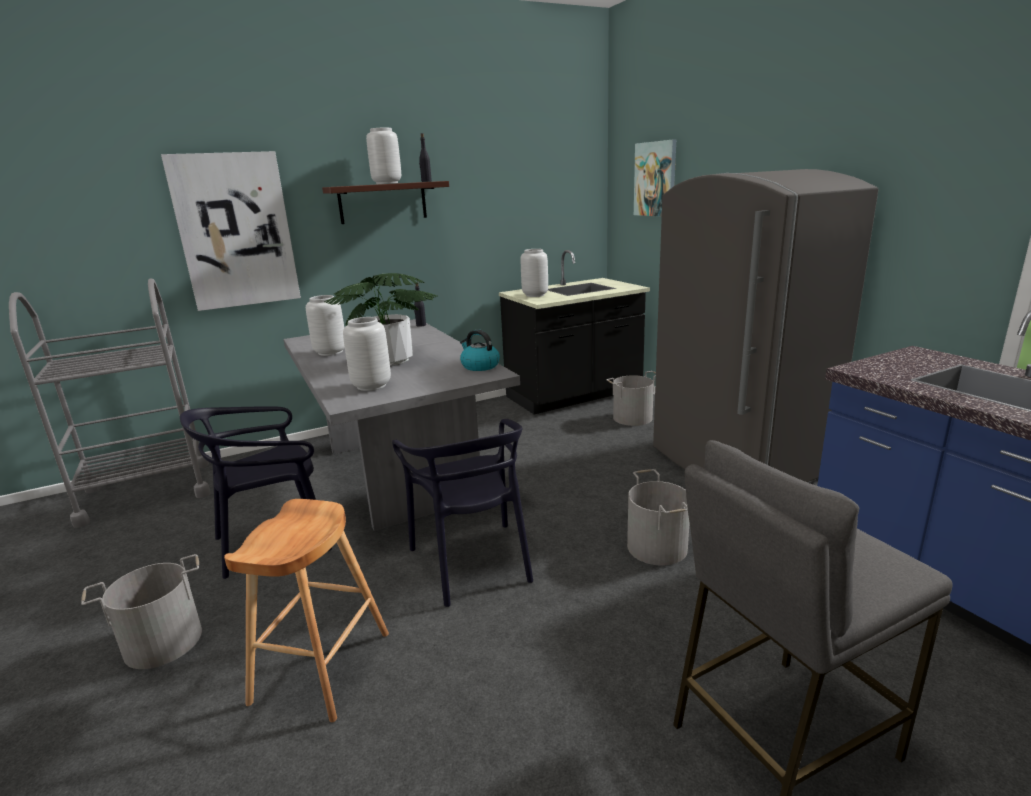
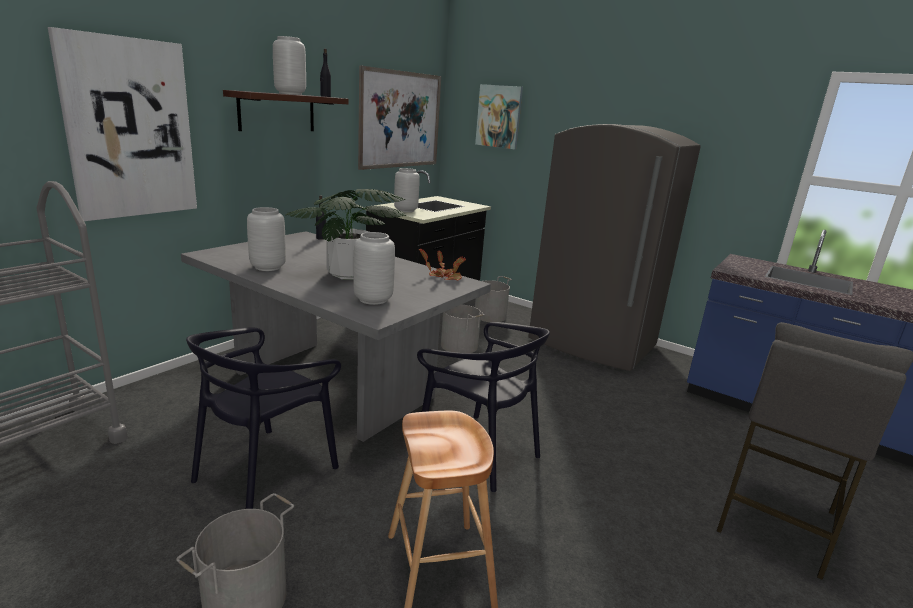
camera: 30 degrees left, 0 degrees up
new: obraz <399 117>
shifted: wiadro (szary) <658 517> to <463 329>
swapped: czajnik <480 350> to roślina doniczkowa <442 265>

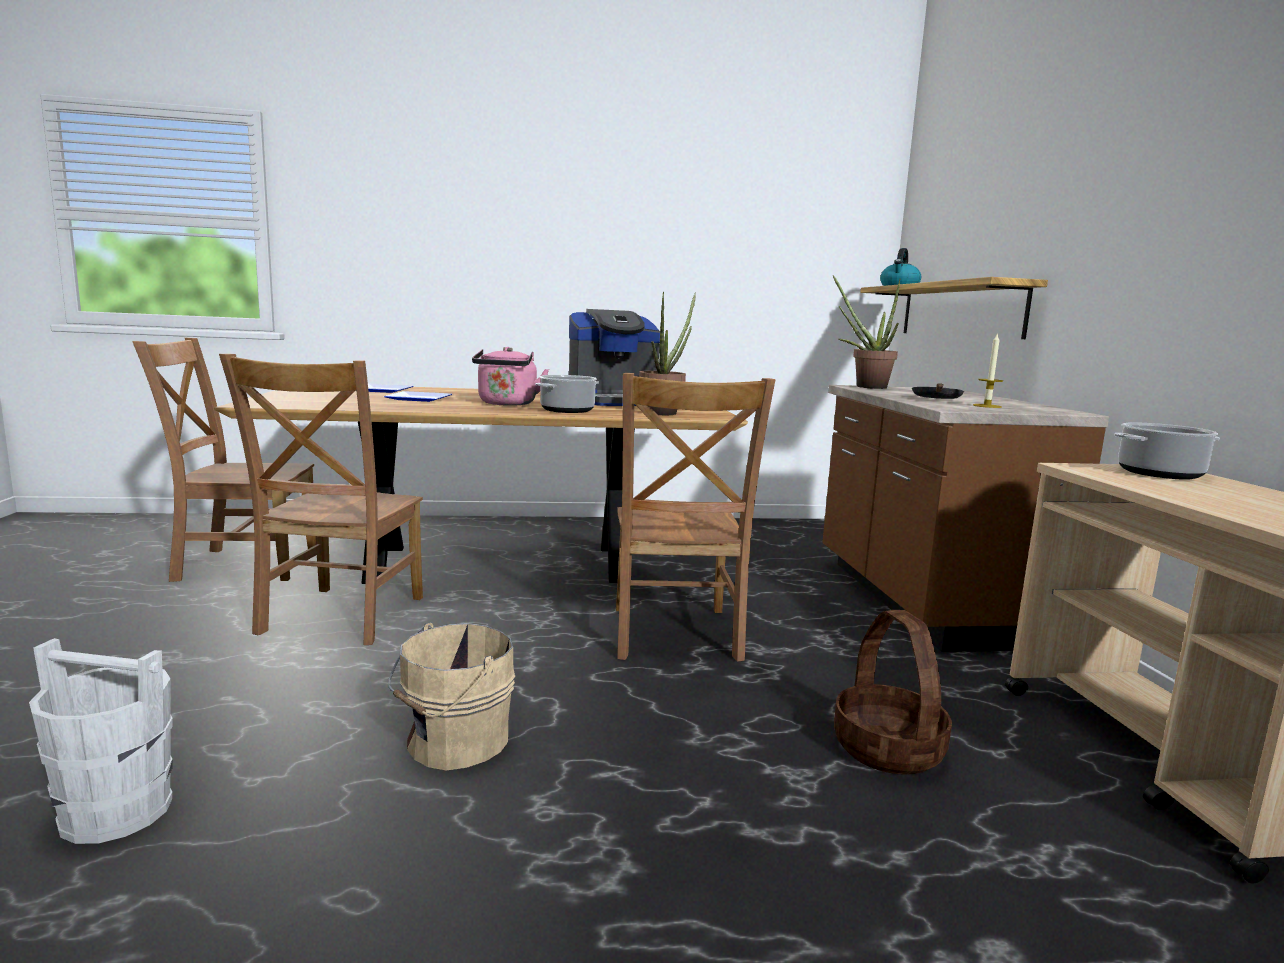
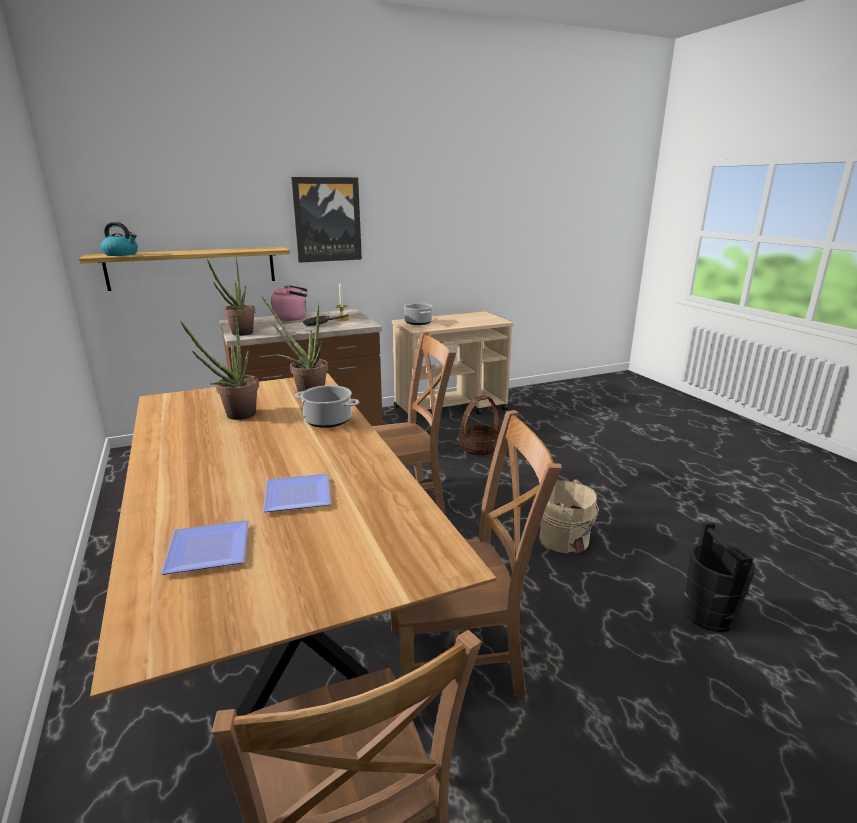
camera: 105 degrees left, 10 degrees up
new: obraz <326 220>
shifted: czajnik (różowy) <510 376> to <289 303>
swapped: ekspres do kawy <614 357> to roślina doniczkowa <219 365>
repainted: wiadro (biały) <101 741> to wiadro (czarny) <719 577>

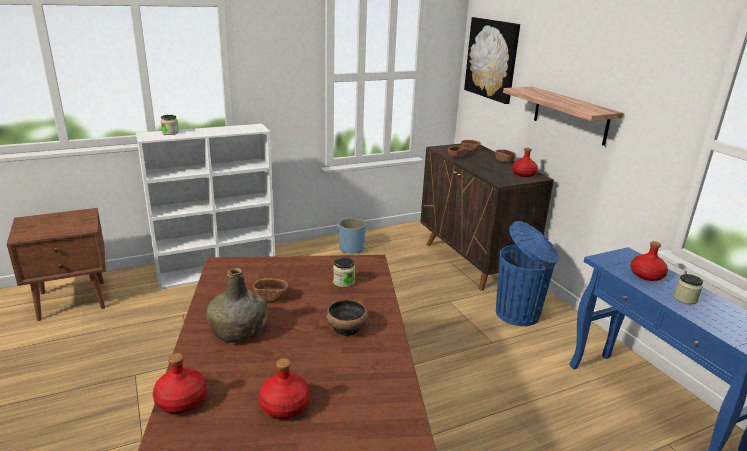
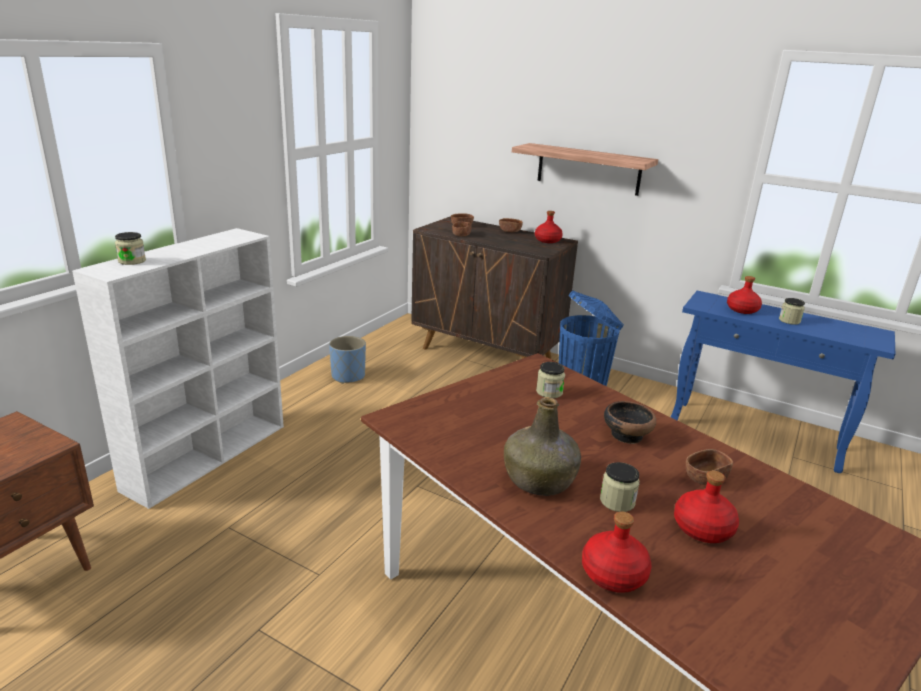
camera: 35 degrees left, 0 degrees up
gone: obraz <492 60>
new: słoik <620 487>
shifted: miska (brązowy) <270 290> to <709 467>

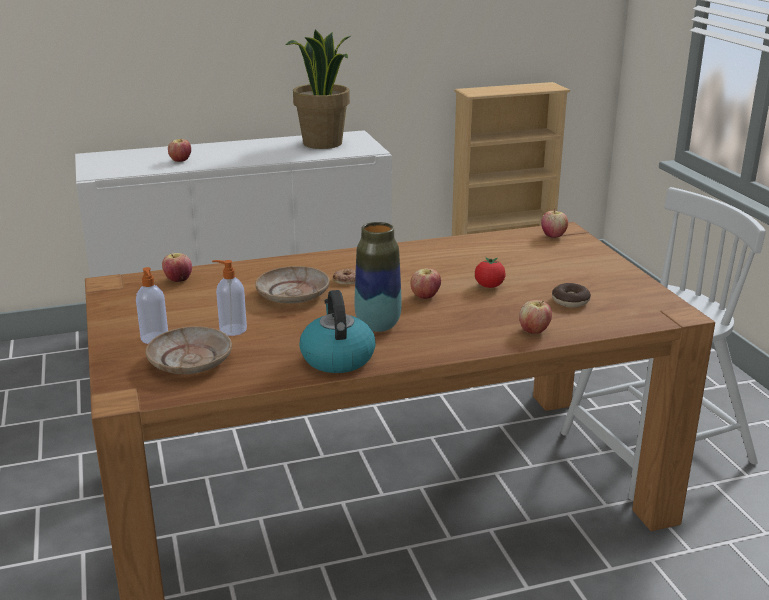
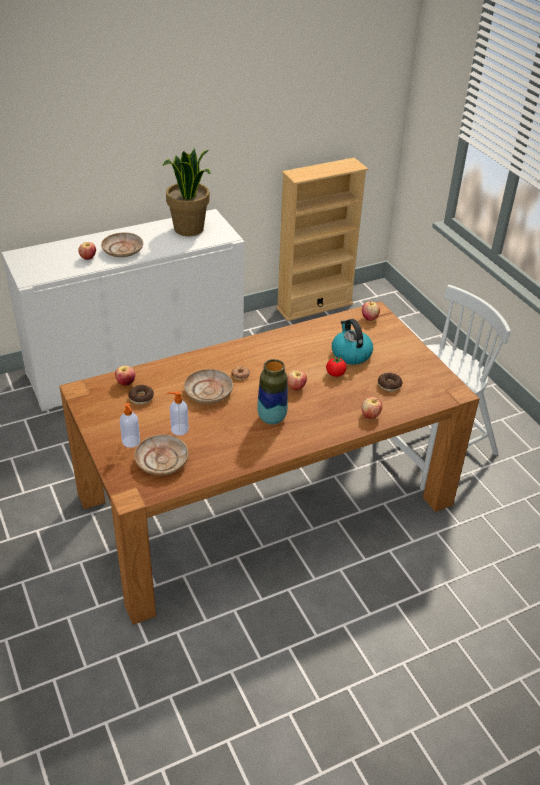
camera: 10 degrees left, 15 degrees up
new: talerz (beżowy) <122 244>; donut <141 395>
shifted: czajnik <337 331> to <352 341>

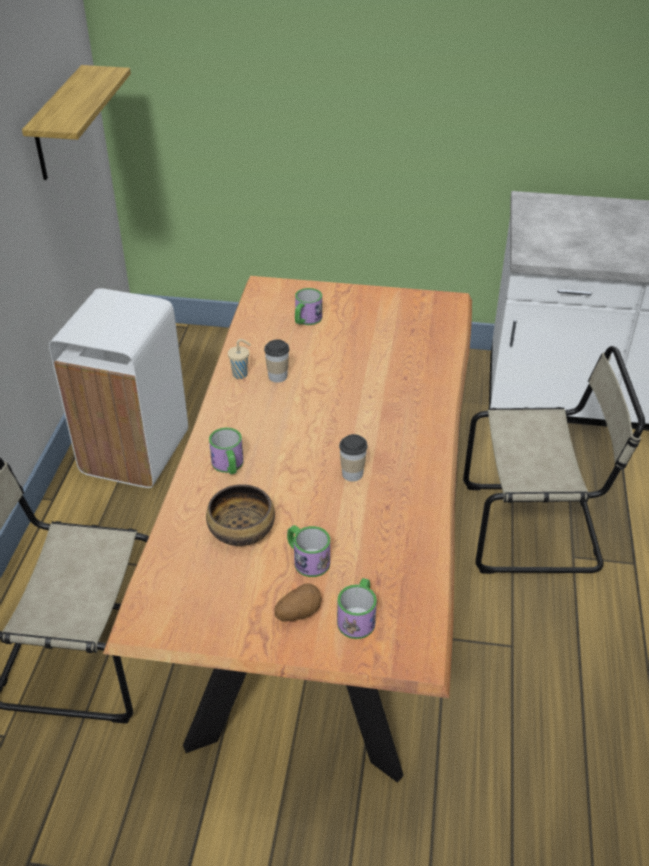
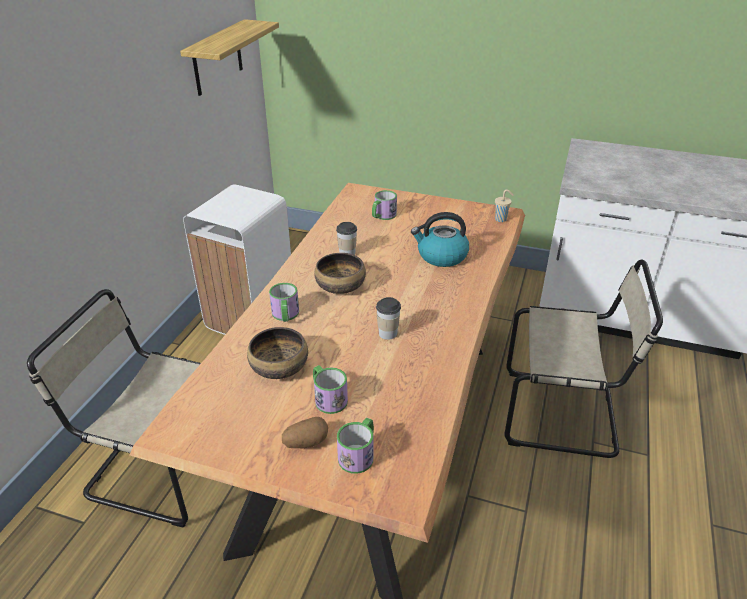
camera: 10 degrees right, 5 degrees down
new: miska <340 273>; czajnik <440 239>
shifted: filiżanka (beżowy) <239 359> to <504 205>

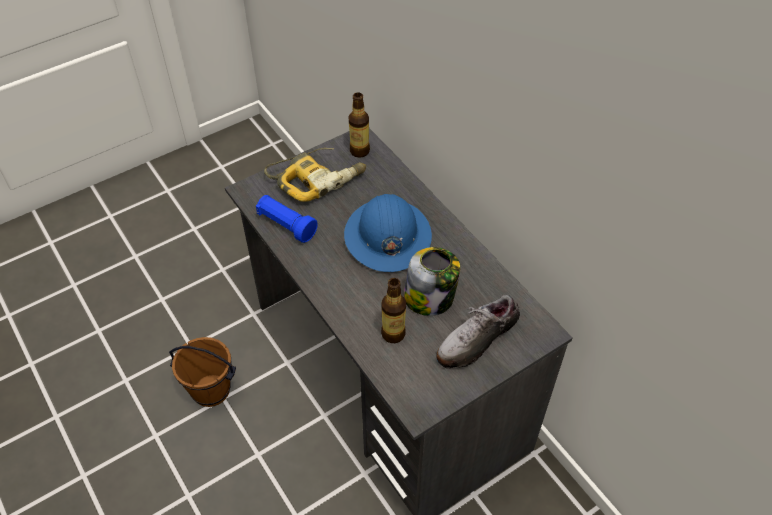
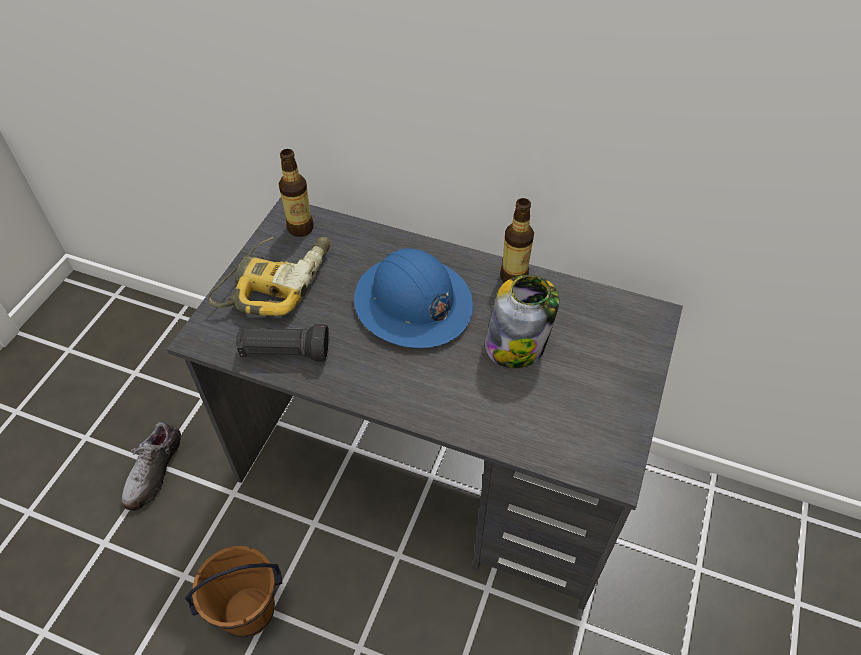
camera: 35 degrees left, 0 degrees up
shifted: butelka <393 310> to <517 240>; but <478 332> to <151 466>
repainted: latarka (niebieski) <287 219> to latarka (czarny) <282 343>

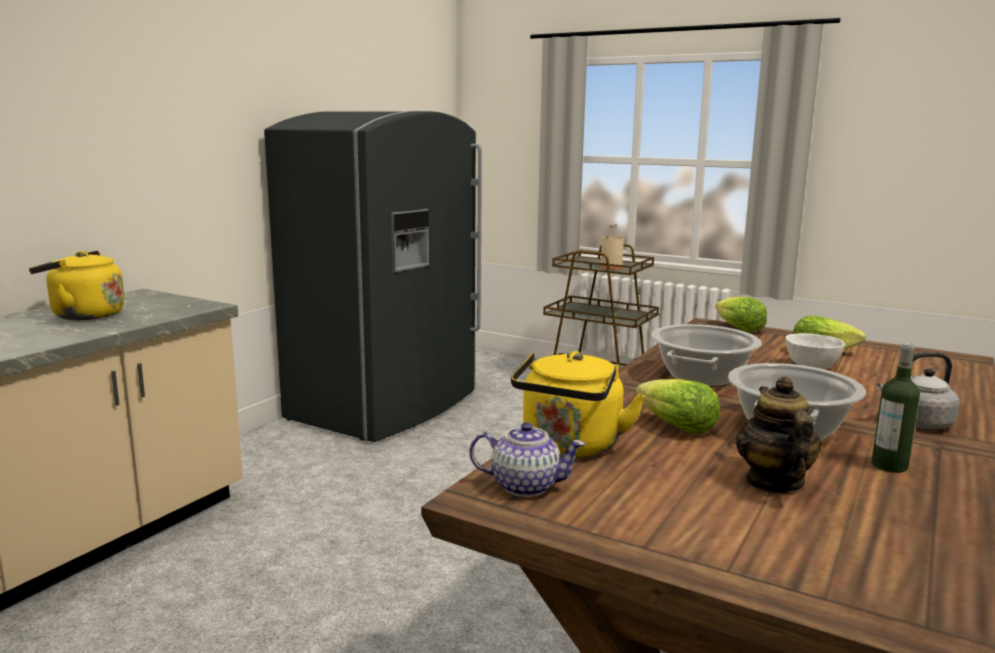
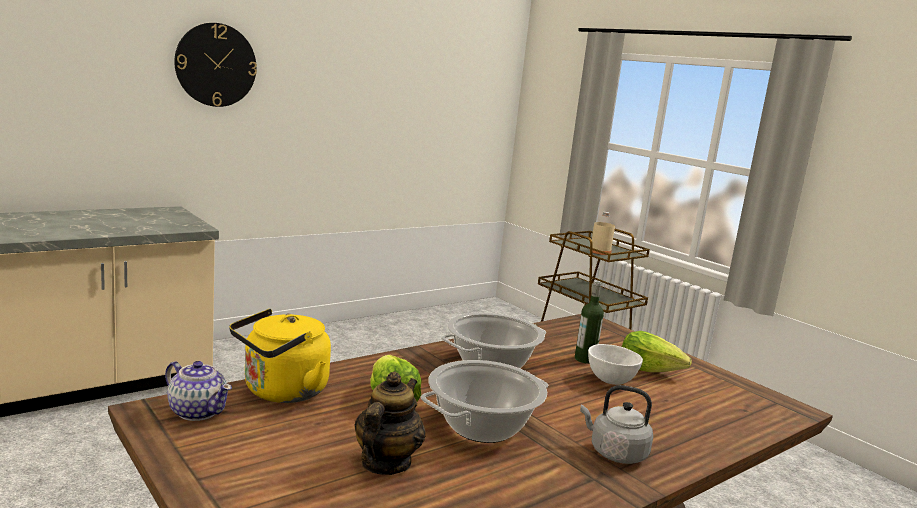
camera: 20 degrees right, 0 degrees up
gone: czajnik (żółty) <77 285>; lodówka (szary) <373 276>; sałata <741 314>
new: zegar ścienny <215 65>
shifted: butelka <896 408> to <589 322>

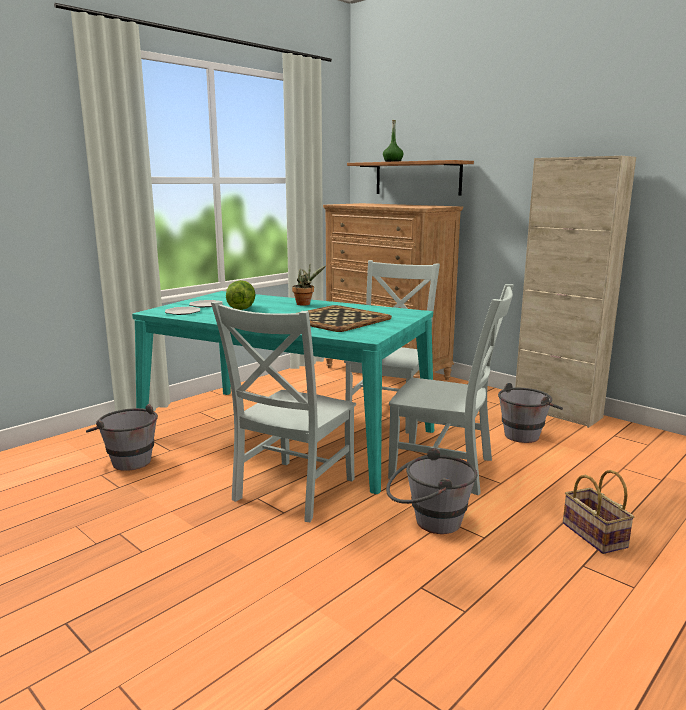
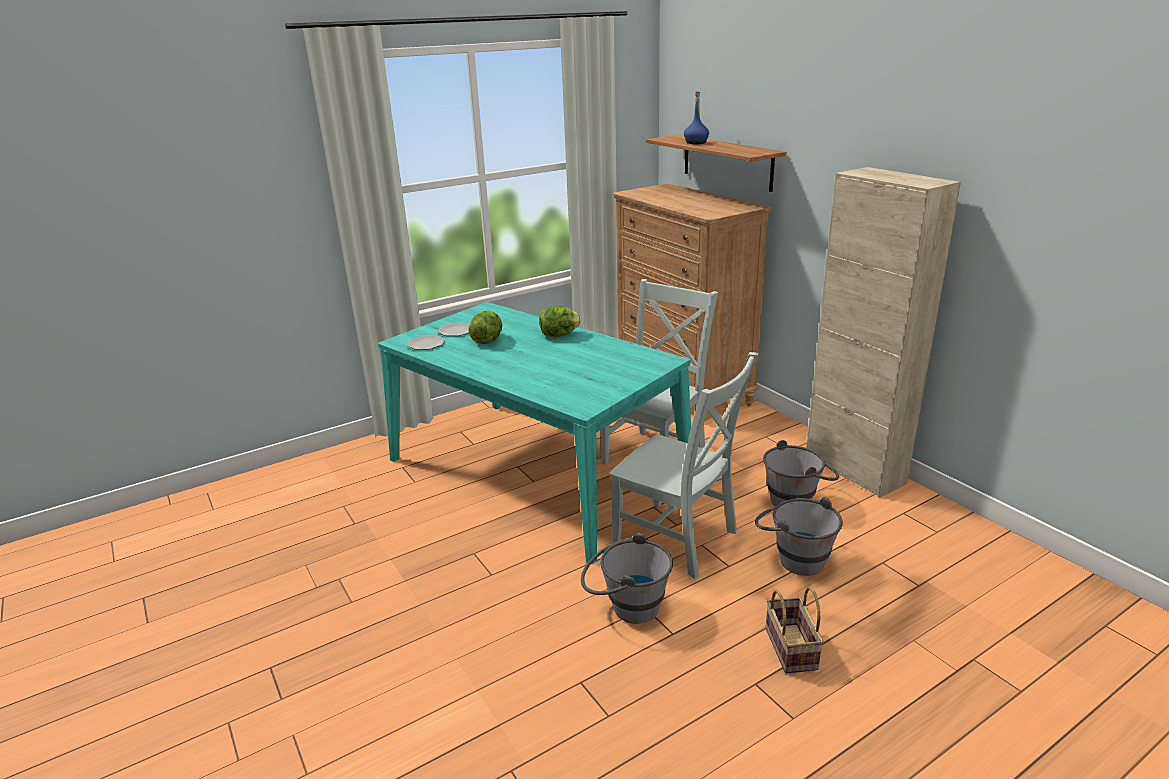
camera: 15 degrees right, 10 degrees up
gone: krzesło (szary) <283 411>; taca <345 318>
shifted: wiadro (szary) <122 437> to <799 536>
swapped: roślina doniczkowa <309 285> to sałata <560 321>
repainted: butelka (zielony) <393 141> to butelka (niebieski) <696 117>

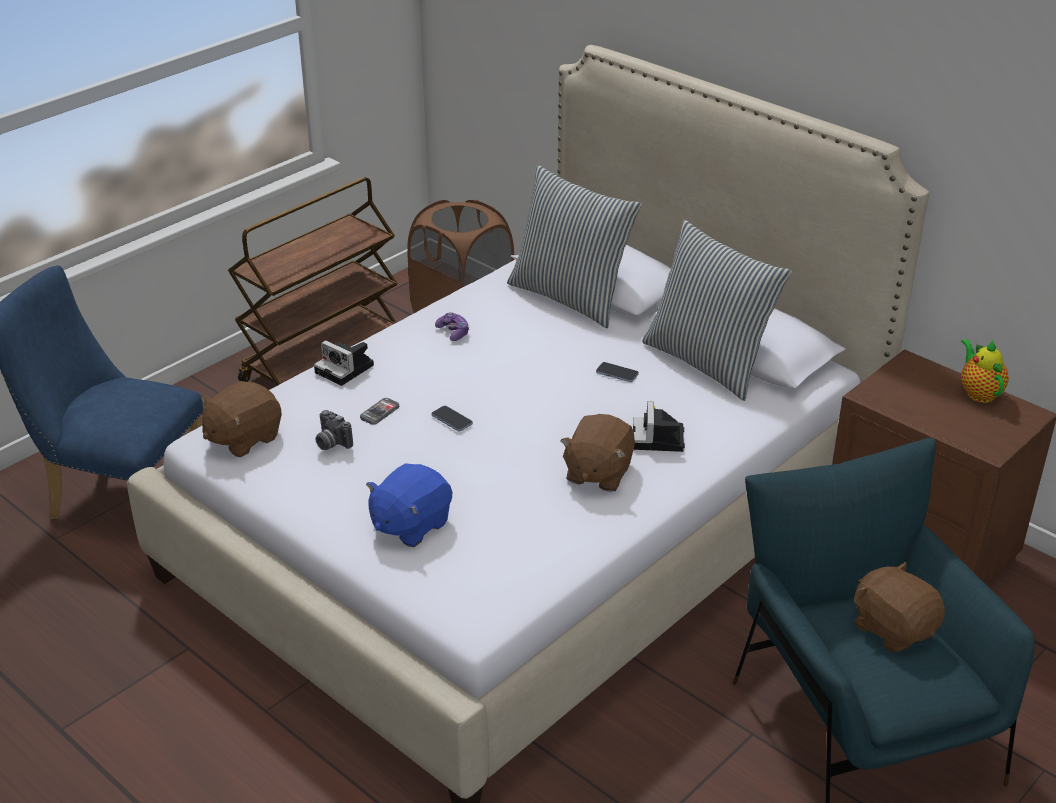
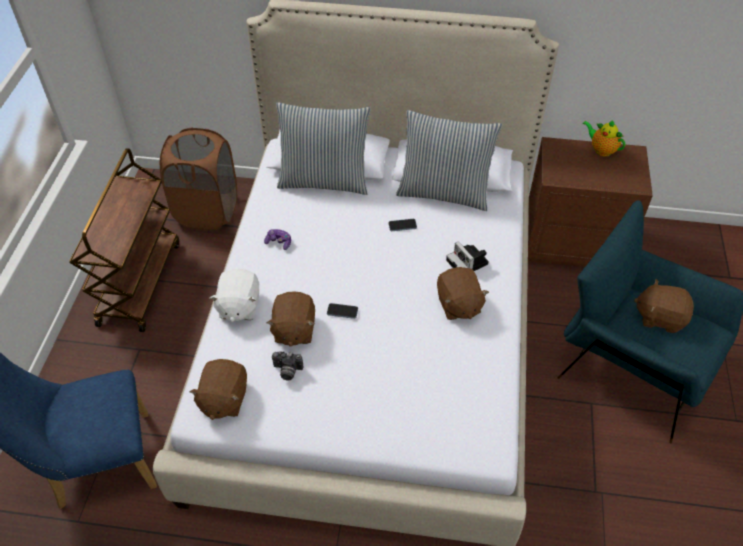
camera: 35 degrees left, 15 degrees up
gone: pluszak (niebieski) <409 505>
swapped: aparat fotograficzny <344 363> to pluszak (biały) <234 295>; telefon <379 411> to pluszak (brązowy) <291 319>

